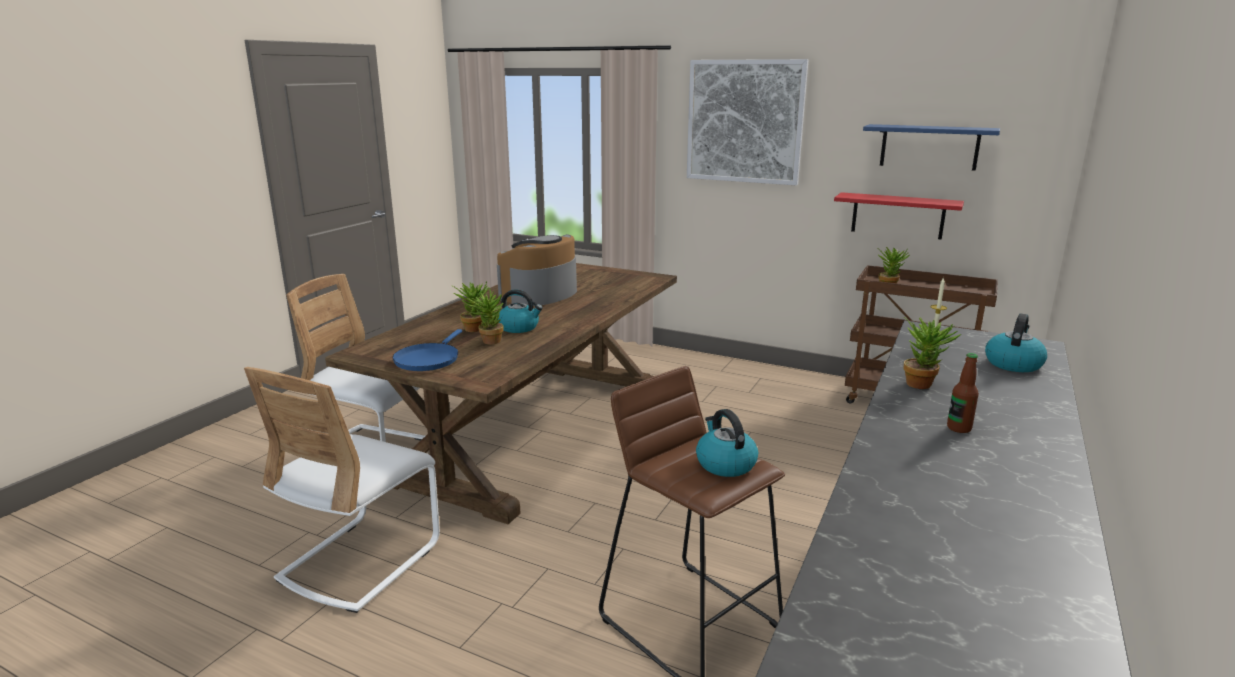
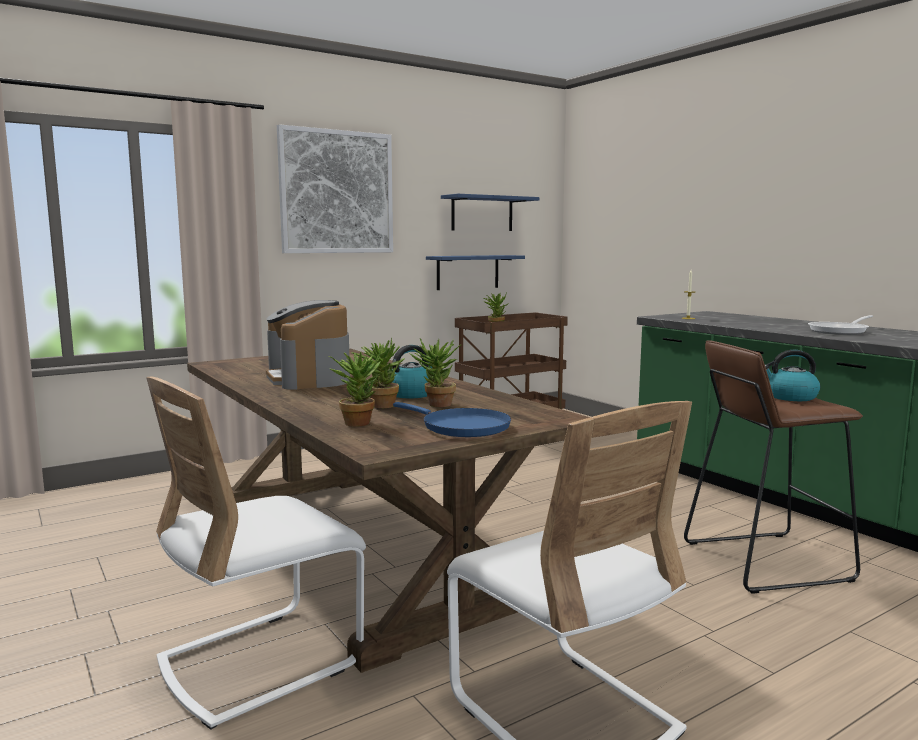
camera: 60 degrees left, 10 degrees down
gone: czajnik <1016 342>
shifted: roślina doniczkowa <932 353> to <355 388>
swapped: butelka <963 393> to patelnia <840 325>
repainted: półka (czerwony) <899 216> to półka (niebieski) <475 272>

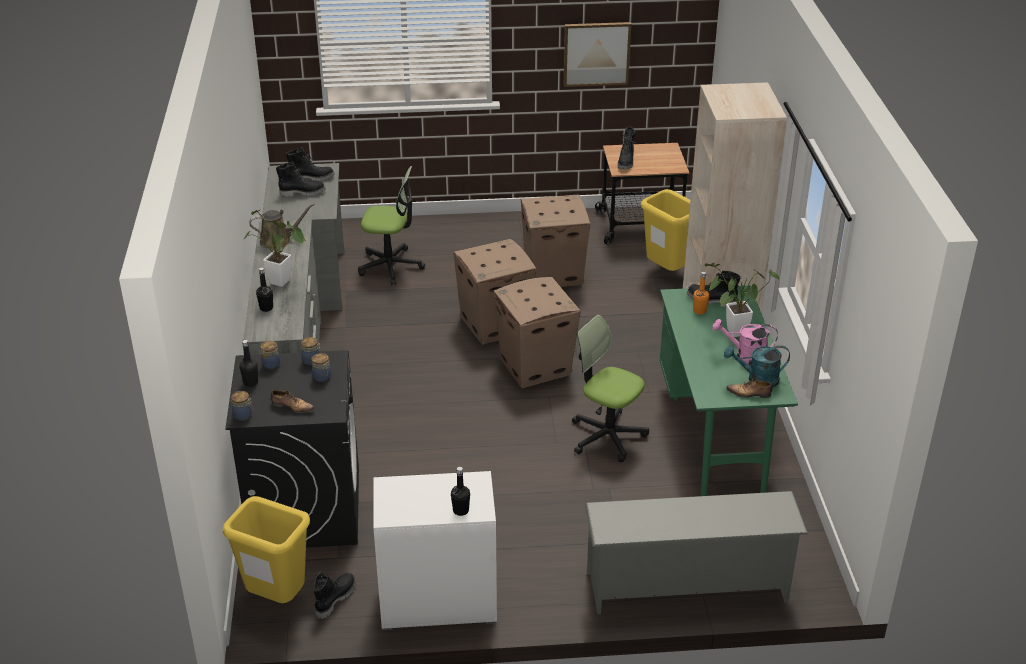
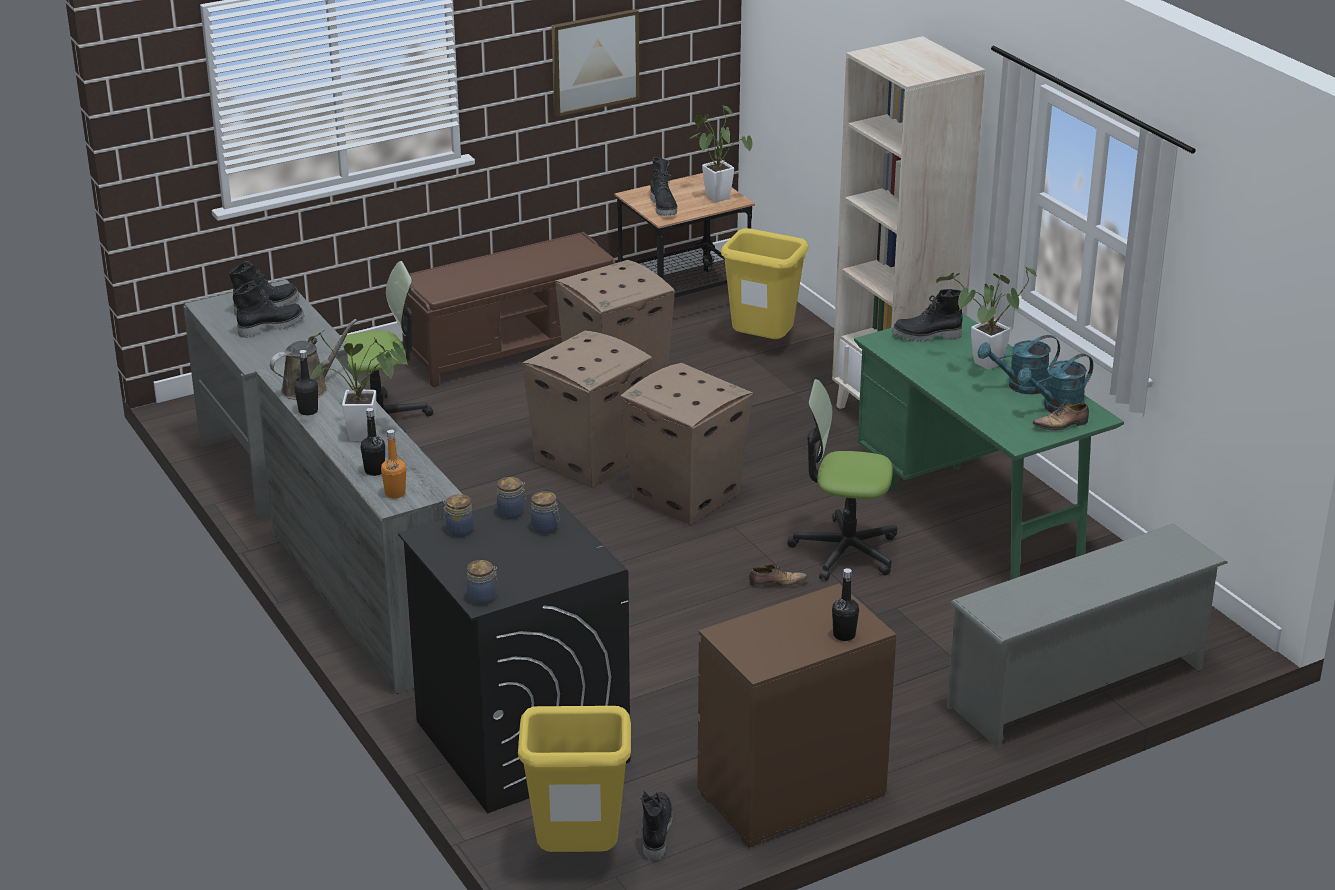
camera: 25 degrees left, 5 degrees down
new: ławka (brązowy) <509 309>; roślina doniczkowa <720 153>
shifted: butelka (czarny) <249 363> to <306 382>; but <292 401> to <778 575>; butelka (pomarańczowy) <701 293> to <393 464>
repainted: komoda (biały) <435 550> to komoda (brązowy) <796 716>; konewka (różowy) <745 342> to konewka (turkusowy) <1019 364>

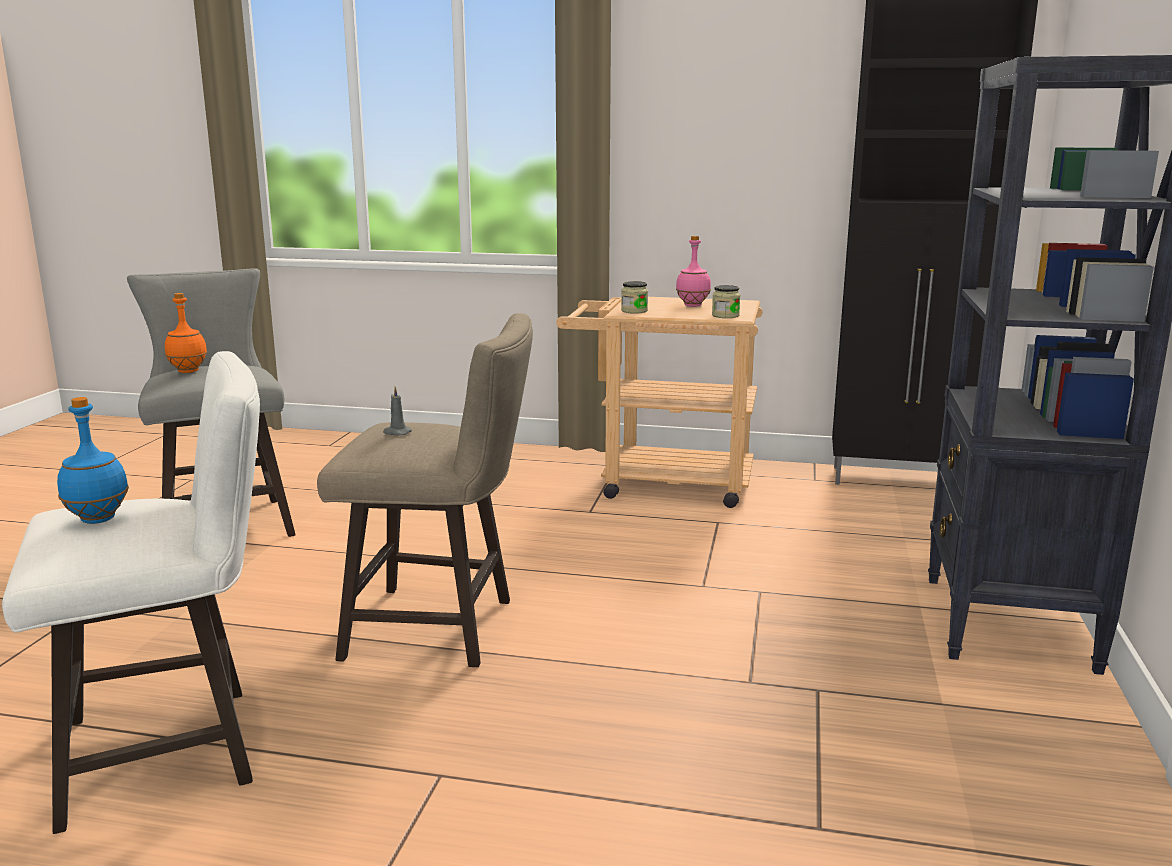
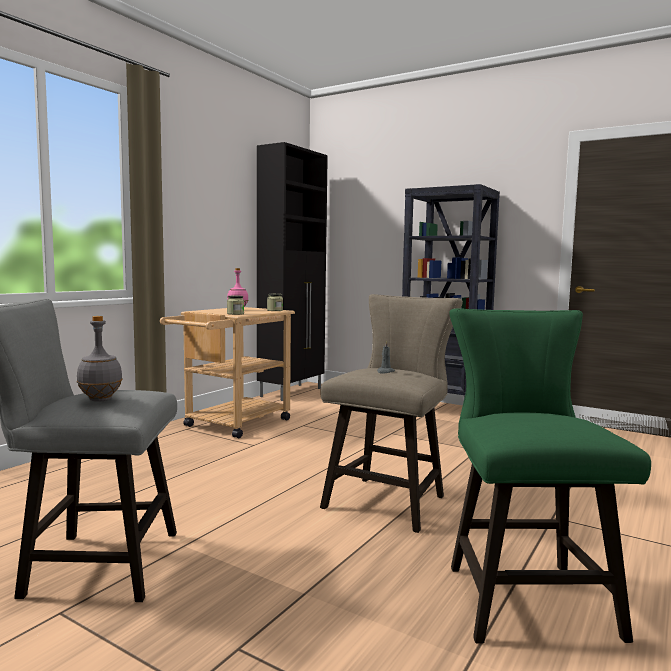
camera: 70 degrees left, 10 degrees down
gone: butelka (niebieski) <93 460>
repainted: stołek (biały) <131 592> to stołek (zielony) <550 475>; butelka (pomarańczowy) <186 333> to butelka (szary) <100 359>

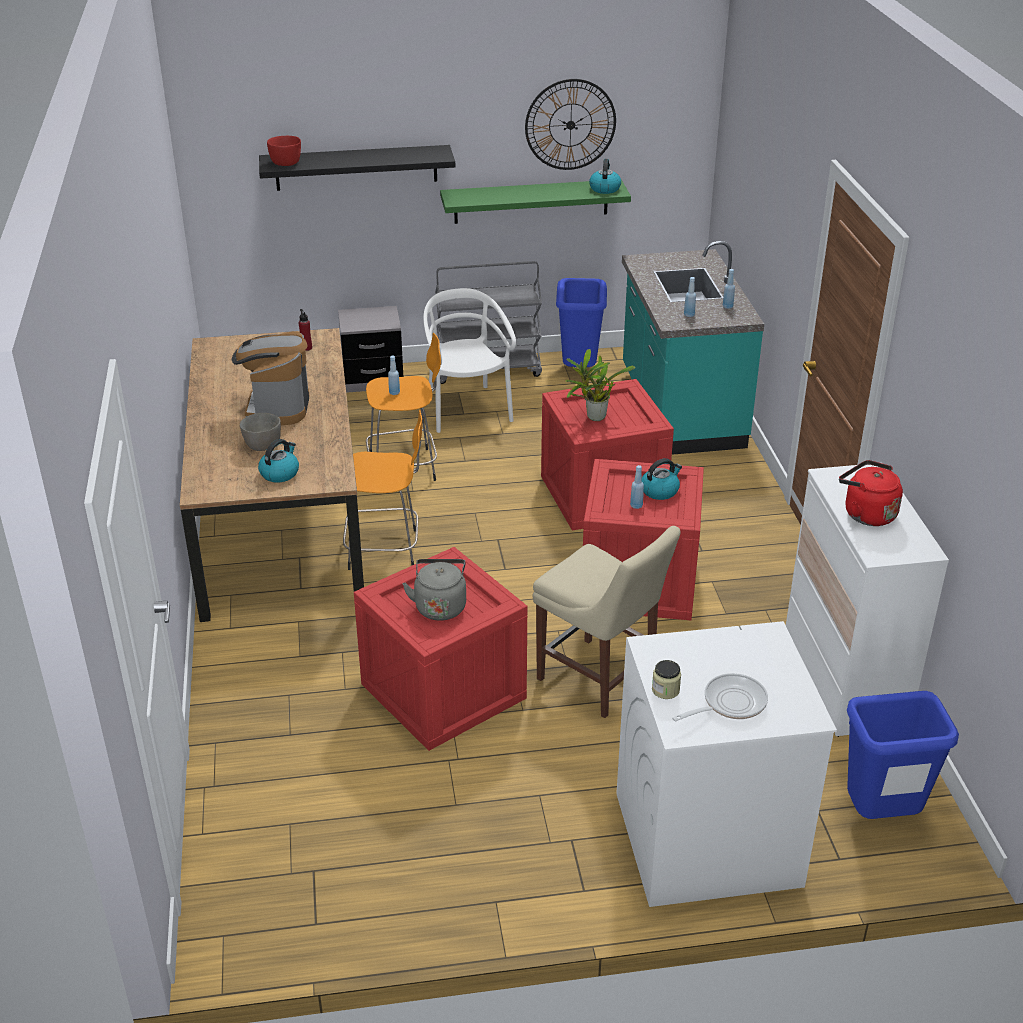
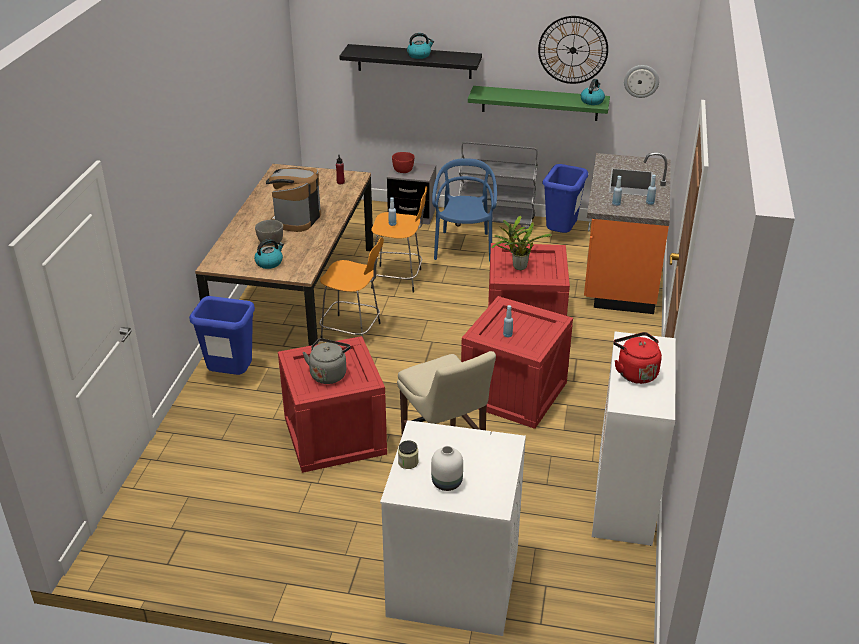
camera: 20 degrees right, 0 degrees up
new: zegar ścienny <641 81>
shifted: miska (czerwony) <284 151> to <403 162>; czajnik <662 479> to <420 46>; kosz na śmieci (niebieski) <903 755> to <222 335>
swapped: patelnia <720 697> to wazon (biały) <447 468>
repainted: krzesło (biały) <469 360> to krzesło (niebieski) <464 210>; zabudowa kuchenna (turkusowy) <693 348> to zabudowa kuchenna (pomarańczowy) <627 233>

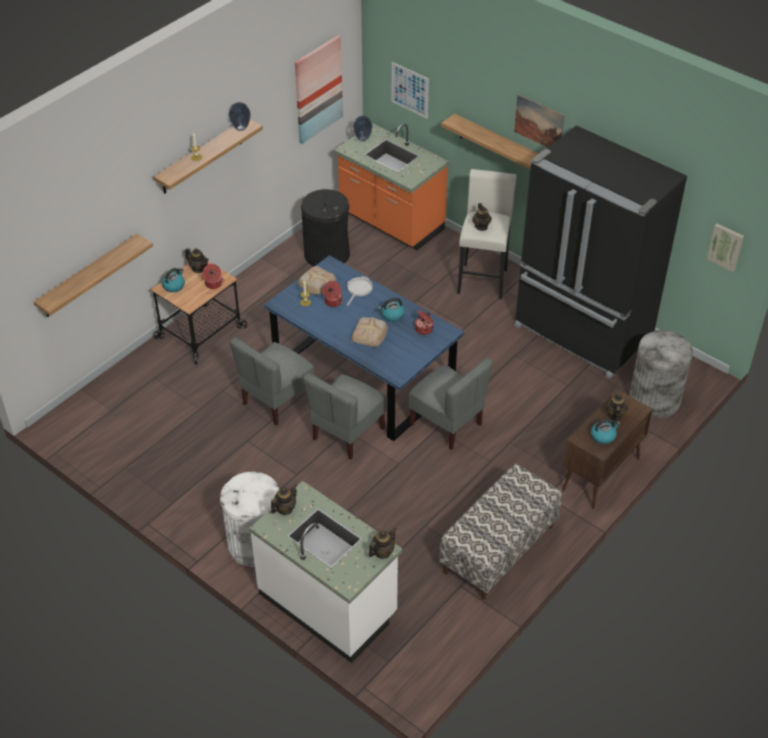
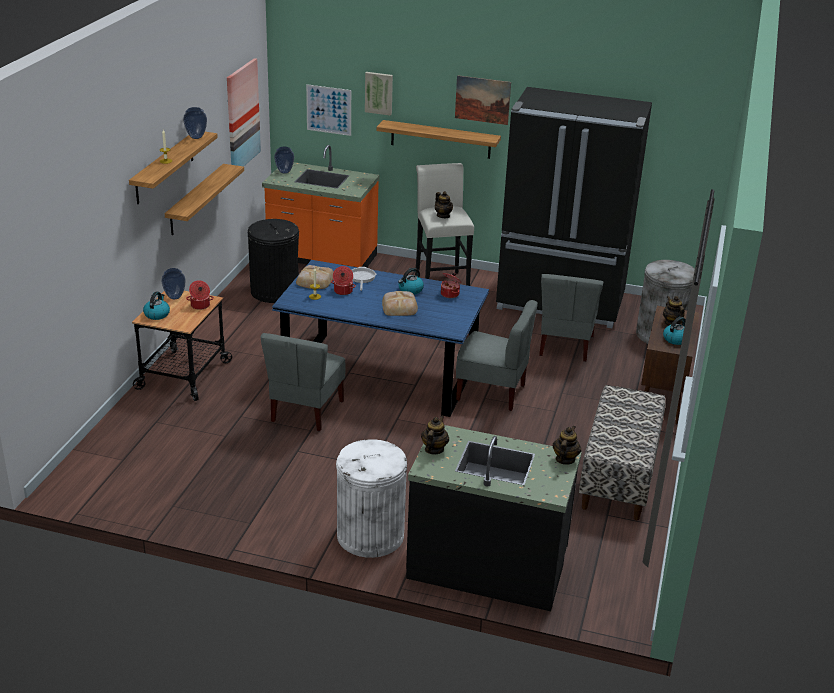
camera: 25 degrees left, 15 degrees down
shifted: półka <93 275> to <204 199>; krzesło (szary) <344 416> to <571 318>; obraz <725 247> to <379 94>
swapped: imbryk <197 260> to wazon <173 283>
repainted: zabudowa kuchenna (biały) <325 572> to zabudowa kuchenna (czarny) <494 518>

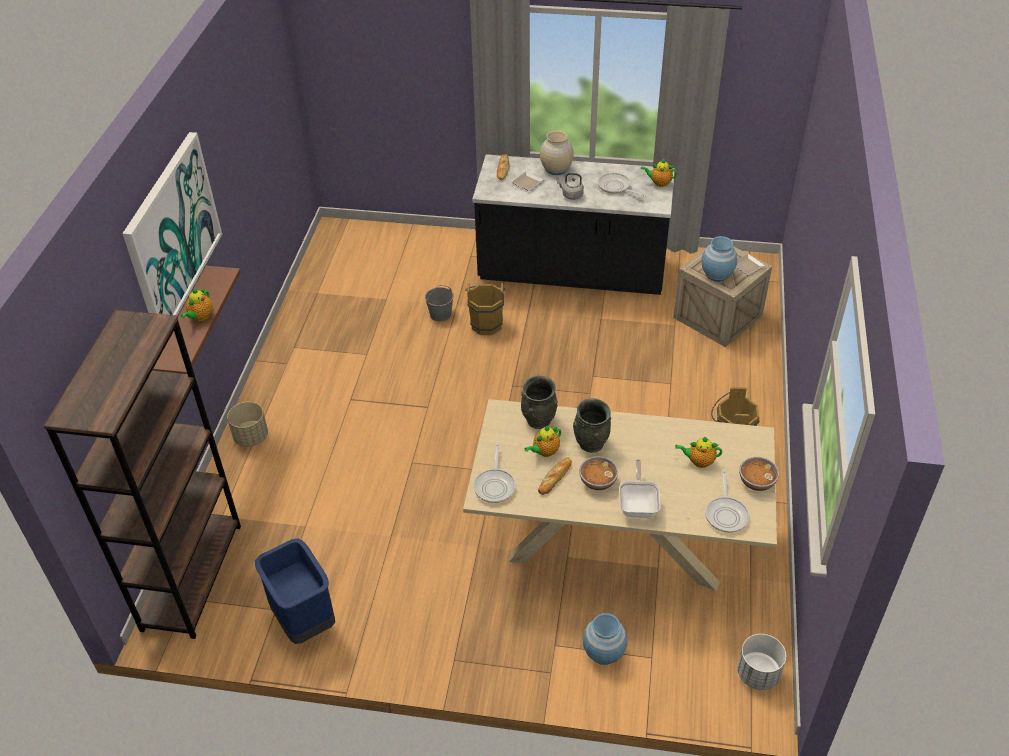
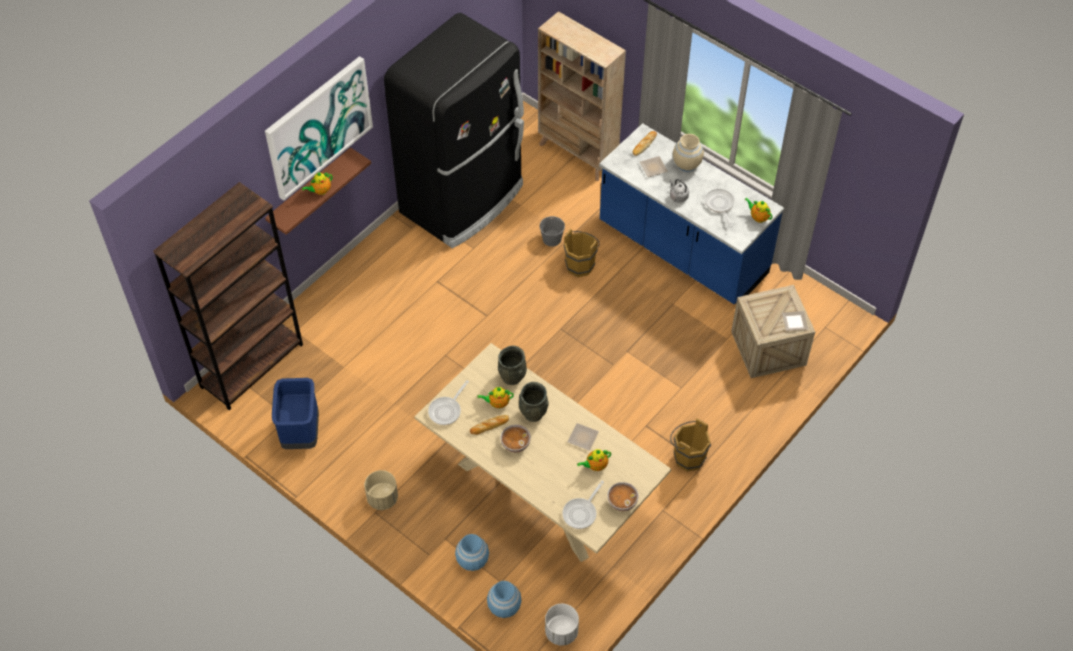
camera: 30 degrees right, 10 degrees up
gone: patelnia <640 488>
new: lodówka (czarny) <454 130>; regał (beżowy) <582 96>; talerz <583 437>
shifted: donica (beżowy) <247 424> to <381 490>; wazon (niebieski) <719 259> to <504 599>
repainted: zabudowa kuchenna (czarny) <573 224> to zabudowa kuchenna (niebieski) <691 213>
rotated: imbryk <698 452> = <594 460> 60 degrees counterclockwise

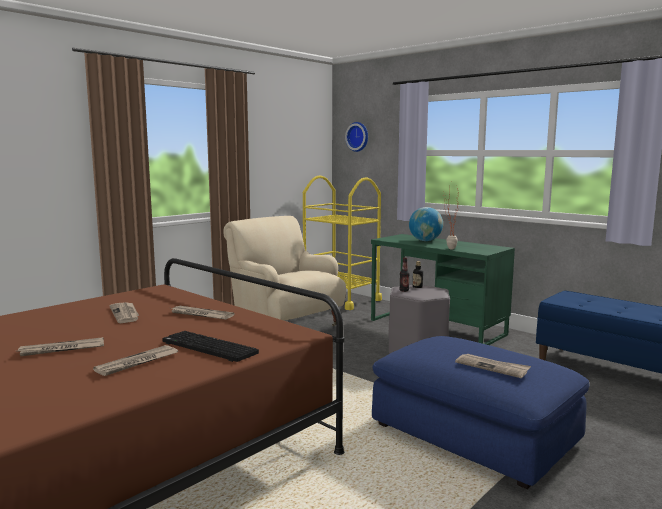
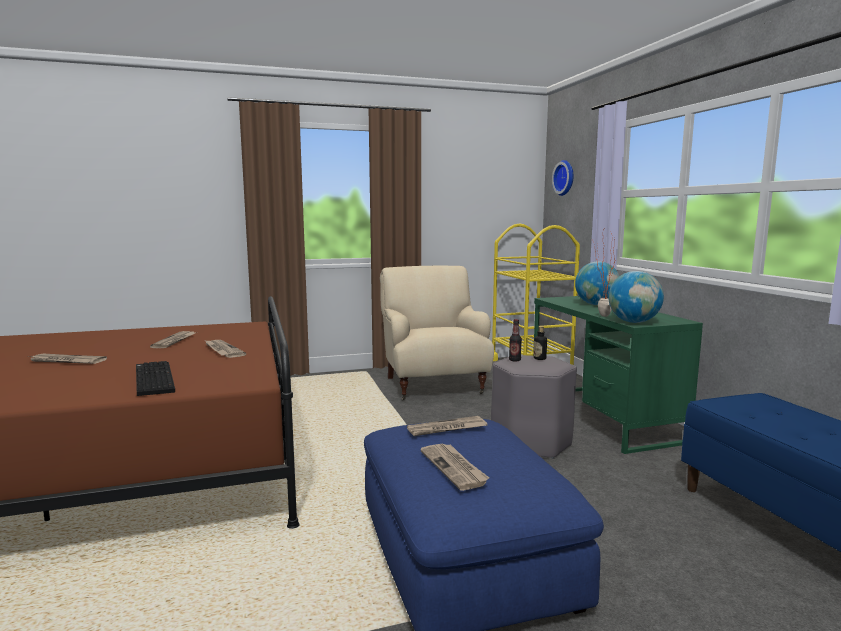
camera: 30 degrees right, 0 degrees up
new: globus <636 297>
shifted: gazeta <135 360> to <447 426>

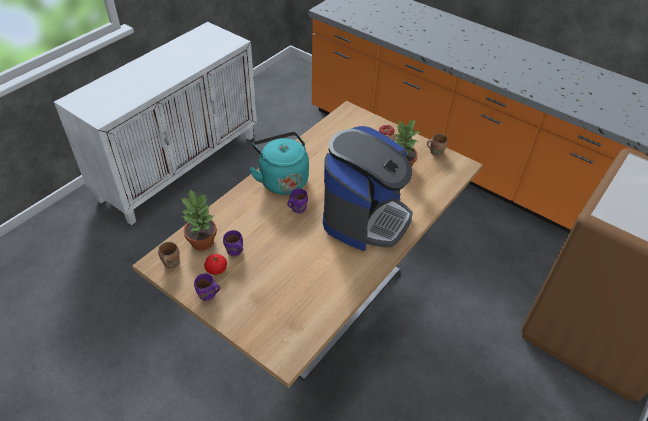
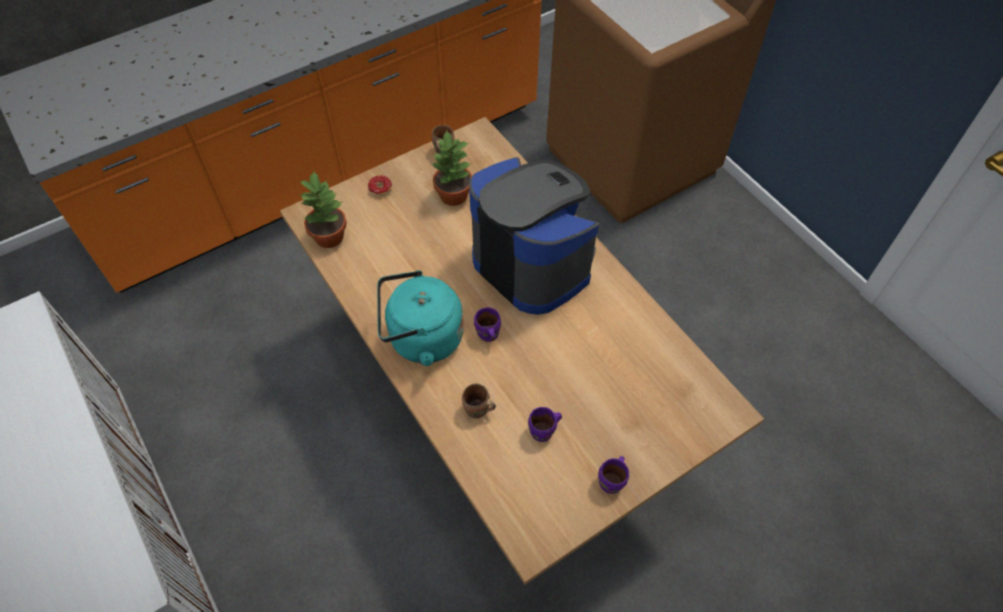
camera: 70 degrees left, 10 degrees up
gone: pomidor <215 264>
shifted: kubek (brązowy) <169 255> to <479 401>; roślina doniczkowa <199 220> to <323 210>

